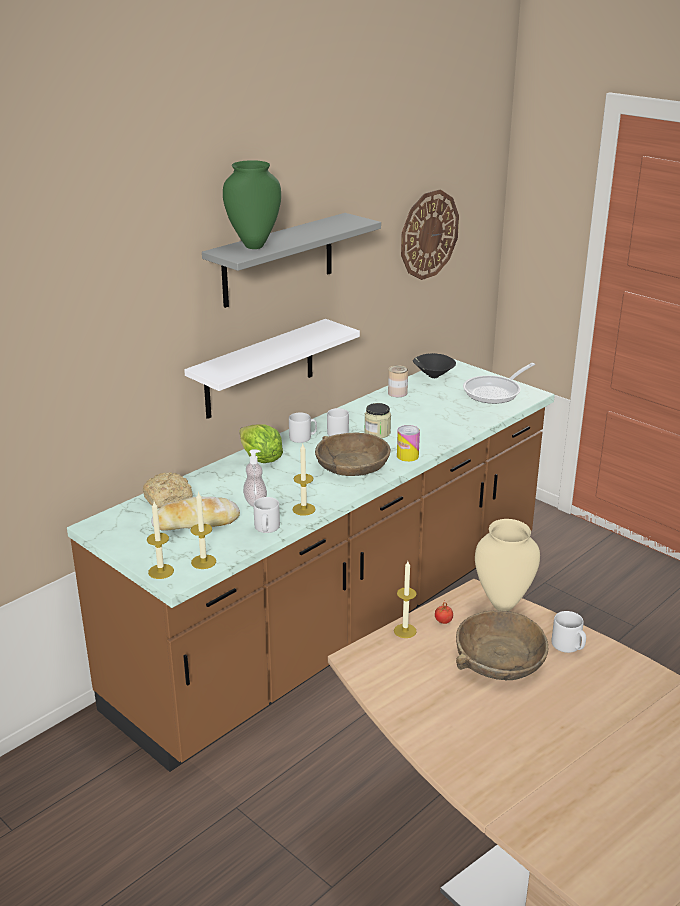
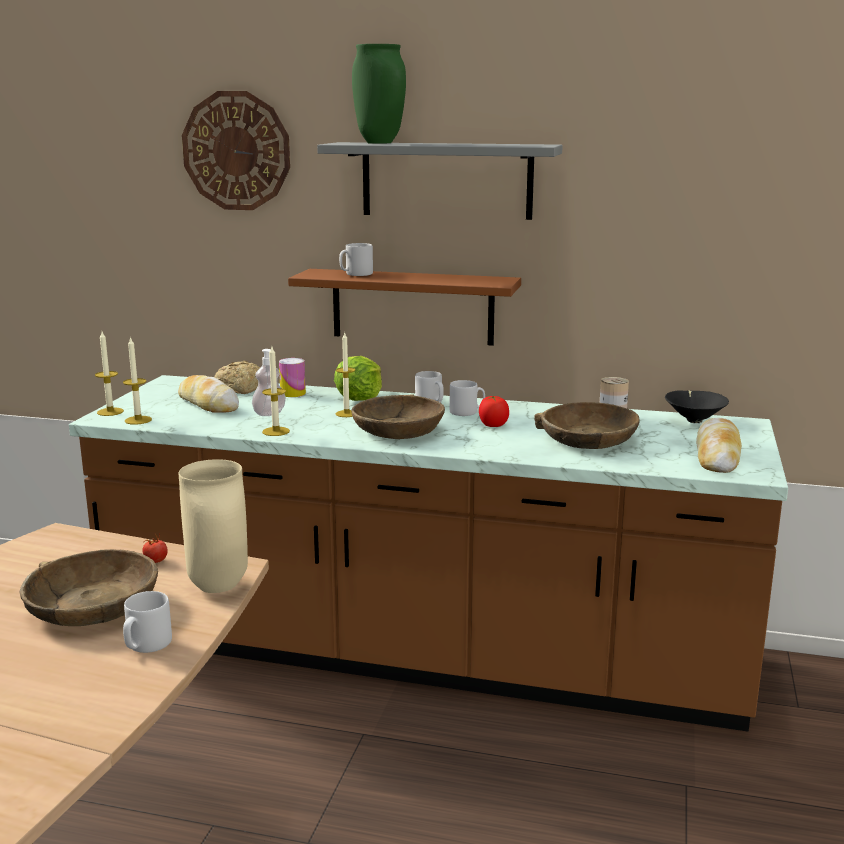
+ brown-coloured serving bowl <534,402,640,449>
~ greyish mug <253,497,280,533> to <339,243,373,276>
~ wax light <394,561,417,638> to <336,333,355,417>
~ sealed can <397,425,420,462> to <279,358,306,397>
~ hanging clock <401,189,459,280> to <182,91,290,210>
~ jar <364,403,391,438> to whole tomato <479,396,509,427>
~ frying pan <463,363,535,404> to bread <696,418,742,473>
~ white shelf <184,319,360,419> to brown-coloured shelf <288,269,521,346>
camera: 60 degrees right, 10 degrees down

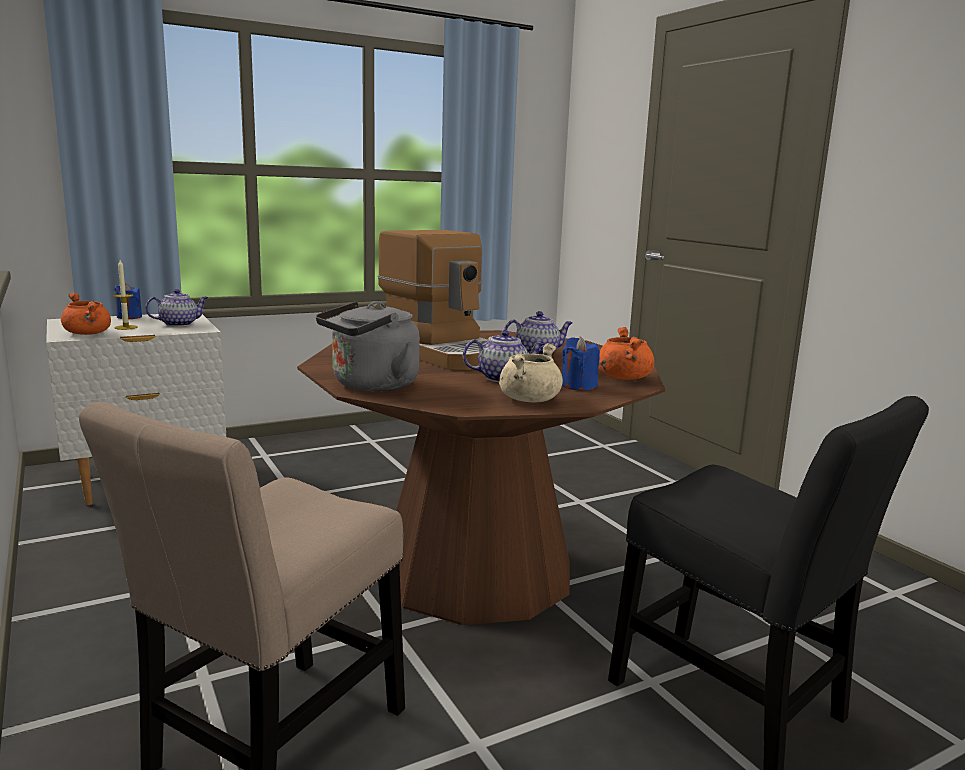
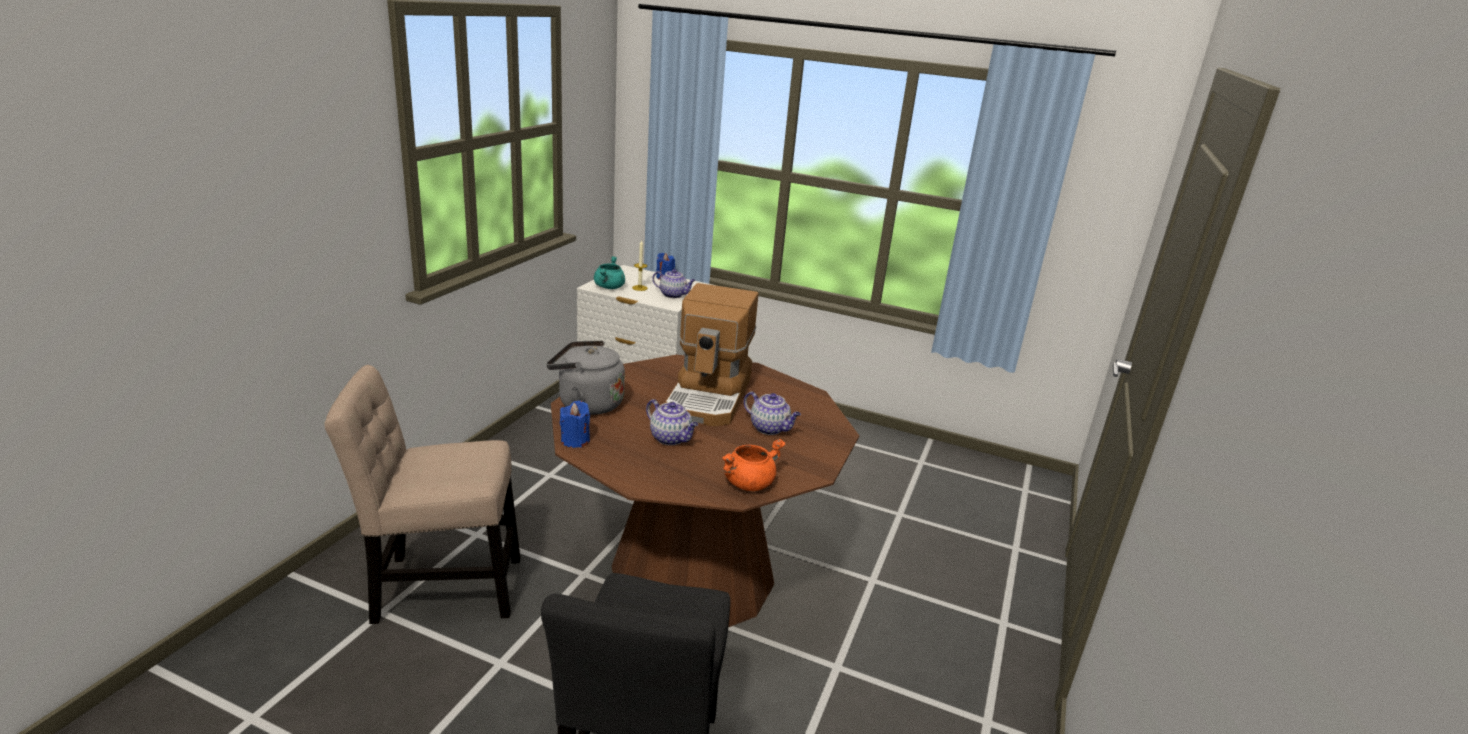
- beige-coloured stockpot <499,343,563,402>
~ blue wax light <562,337,600,391> to <560,401,590,448>
~ orange stockpot <61,293,111,335> to turquoise stockpot <594,256,625,289>
camera: 50 degrees right, 10 degrees up

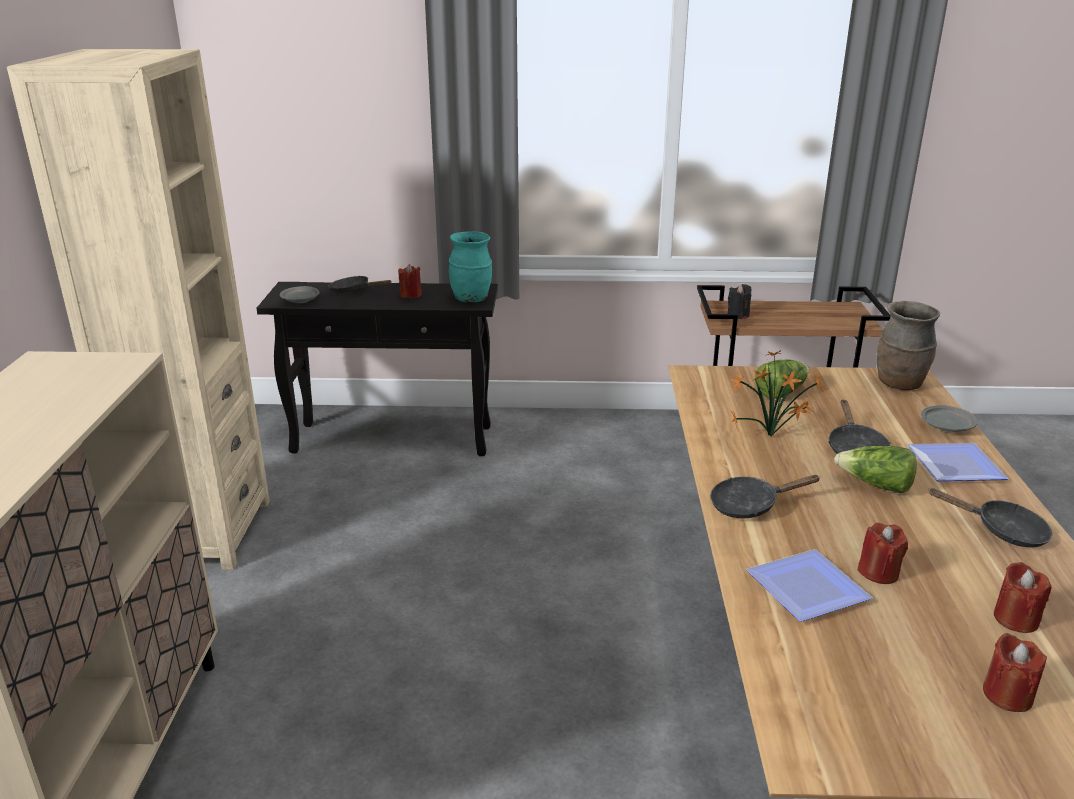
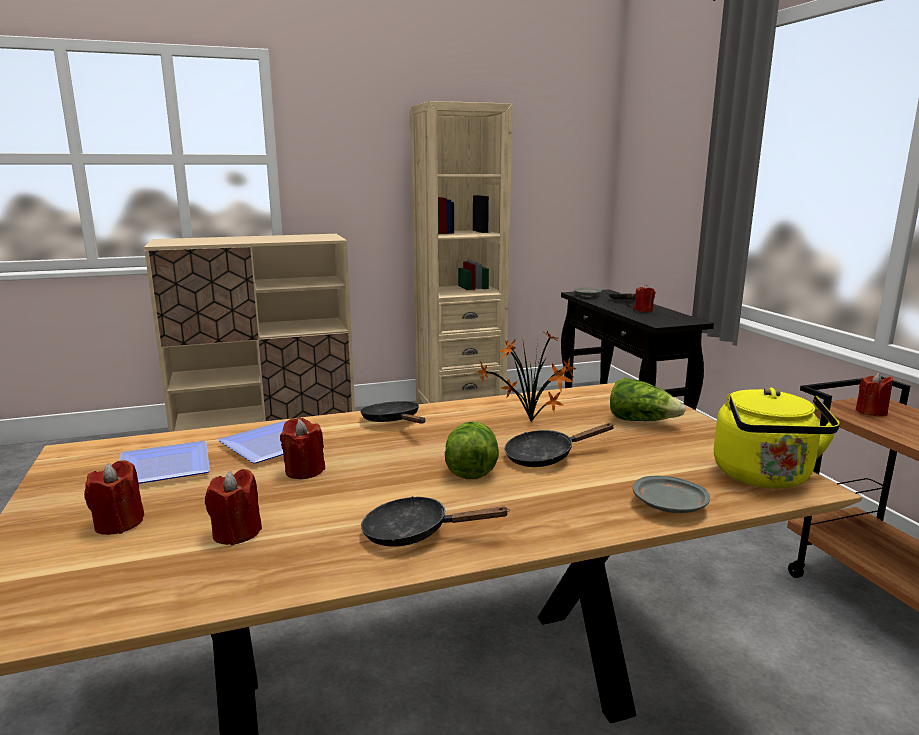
- turquoise decorative vase <449,231,492,303>
~ plate <907,443,1009,481> to <119,441,210,484>
~ brown-coloured decorative vase <876,301,940,390> to yellow tea kettle <714,388,840,489>
~ blackish wax light <728,284,751,319> to red-coloured wax light <856,373,893,416>
~ blackish frying pan <928,488,1052,547> = <361,496,510,547> 90 degrees clockwise
camera: 70 degrees right, 10 degrees down

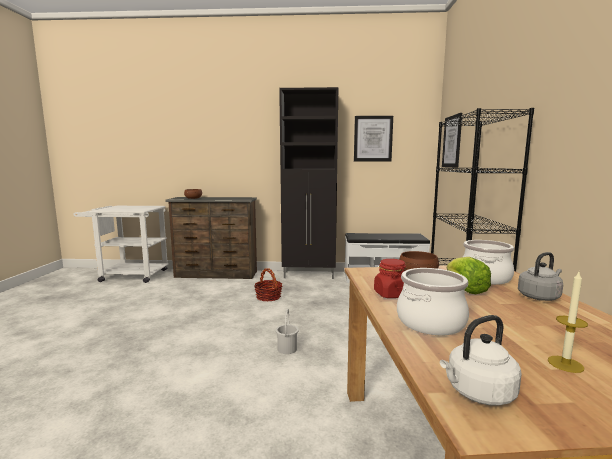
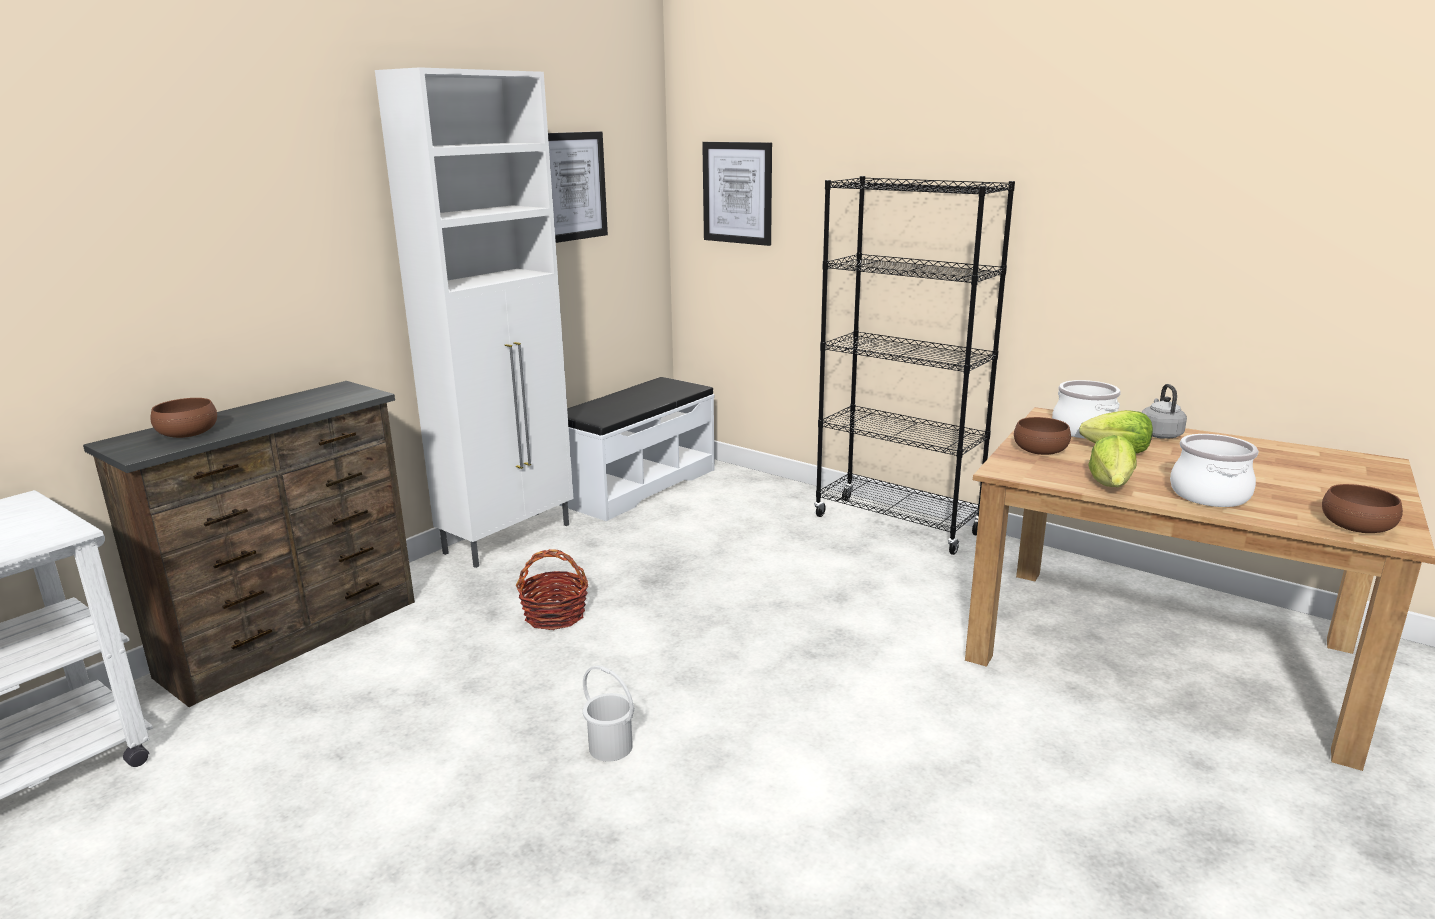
- wax light <548,272,588,373>
~ white pail <276,309,299,354> to <583,665,634,762>
~ red-coloured jar <374,259,406,298> to lettuce head <1088,435,1137,487>
~ white tea kettle <440,315,522,406> to brown-coloured serving bowl <1322,484,1403,533>
~ blackish storage cabinet <279,87,338,279> to white storage cabinet <375,67,574,568>
camera: 55 degrees left, 10 degrees up

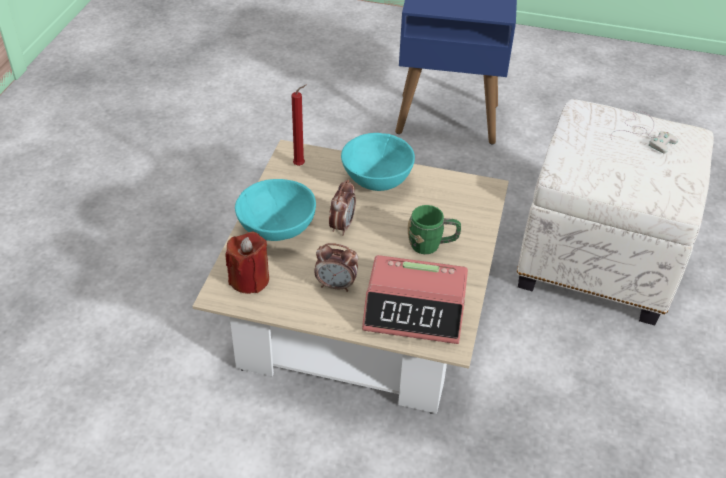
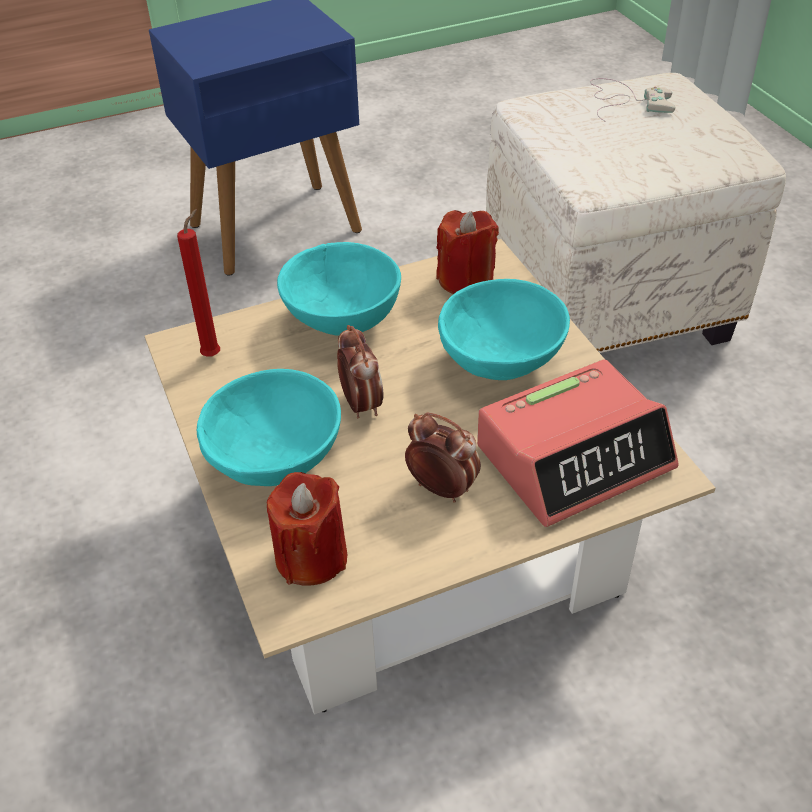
+ red-coloured wax light <436,210,499,294>
~ greenish mug <408,205,461,254> to turquoise serving bowl <438,279,570,380>
~ table clock <314,243,358,292> = <405,412,481,503> 120 degrees counterclockwise
camera: 35 degrees left, 0 degrees up

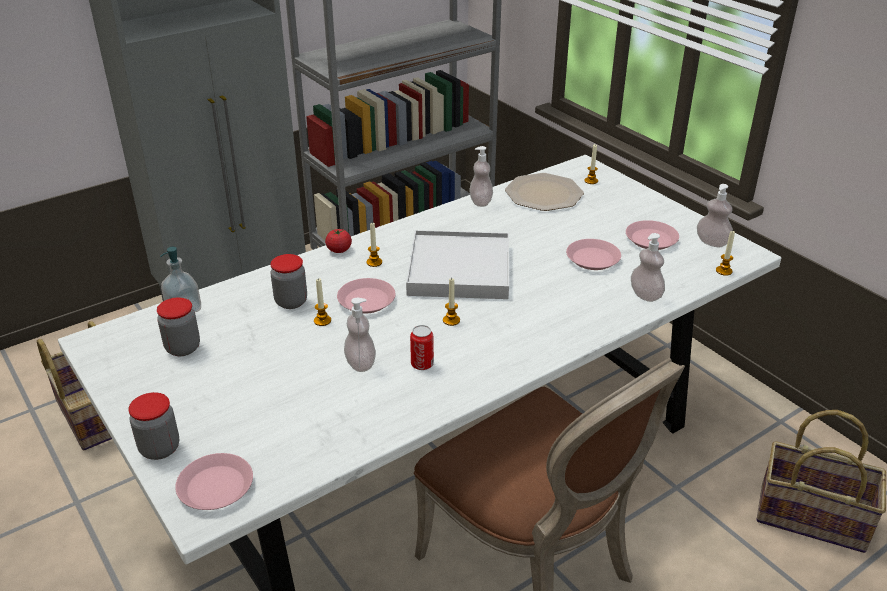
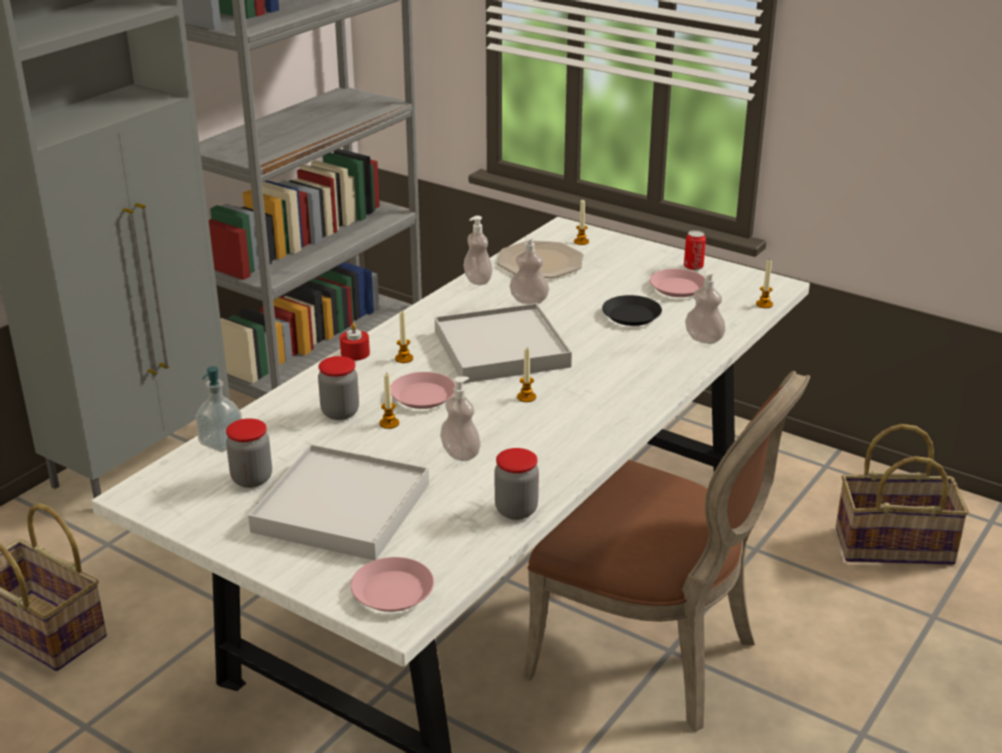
+ white carrying tray <248,444,429,560>
~ jar <128,392,179,460> to <495,448,539,520>
~ sealed can <410,325,434,370> to <684,230,706,270>
~ soap dispenser <697,184,733,247> to <509,234,549,304>
~ whole tomato <325,228,352,253> to red-coloured wax light <340,323,370,361>
~ pinkish plate <566,239,621,270> to blackish plate <602,295,662,326>
camera: 20 degrees left, 5 degrees down

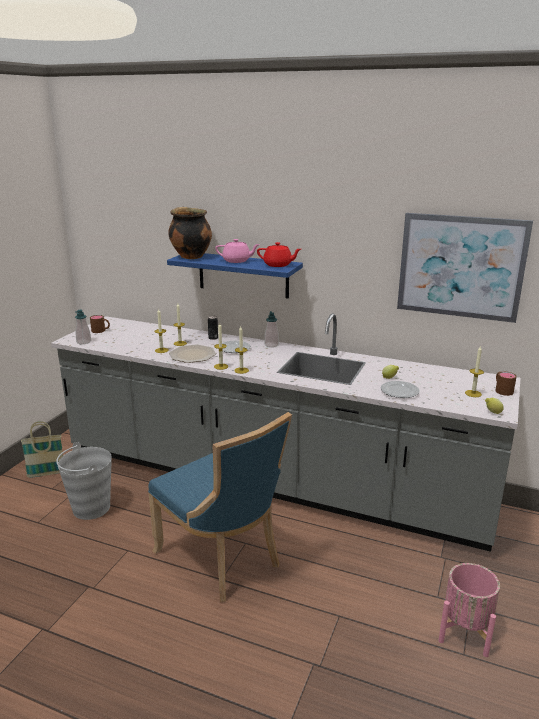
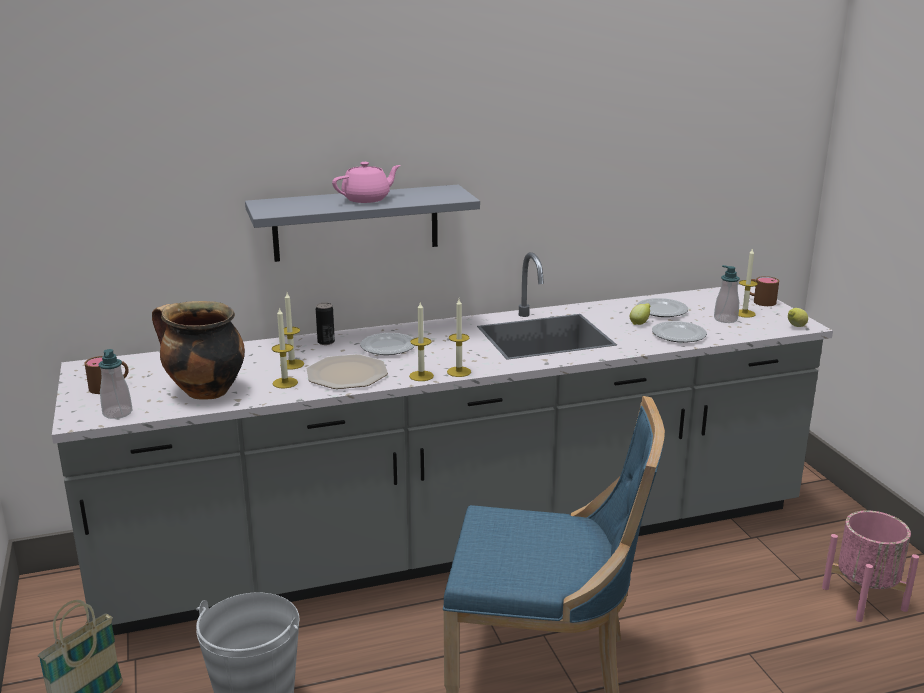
- red-coloured pot for tea <257,242,301,267>
- picture <397,213,533,323>
+ plate <637,298,688,317>
~ stockpot <168,207,212,259> to <152,301,245,400>
~ soap dispenser <265,311,279,348> to <714,265,740,323>
~ blue shelf <167,253,303,299> to greyish shelf <245,185,480,262>
camera: 40 degrees left, 0 degrees up

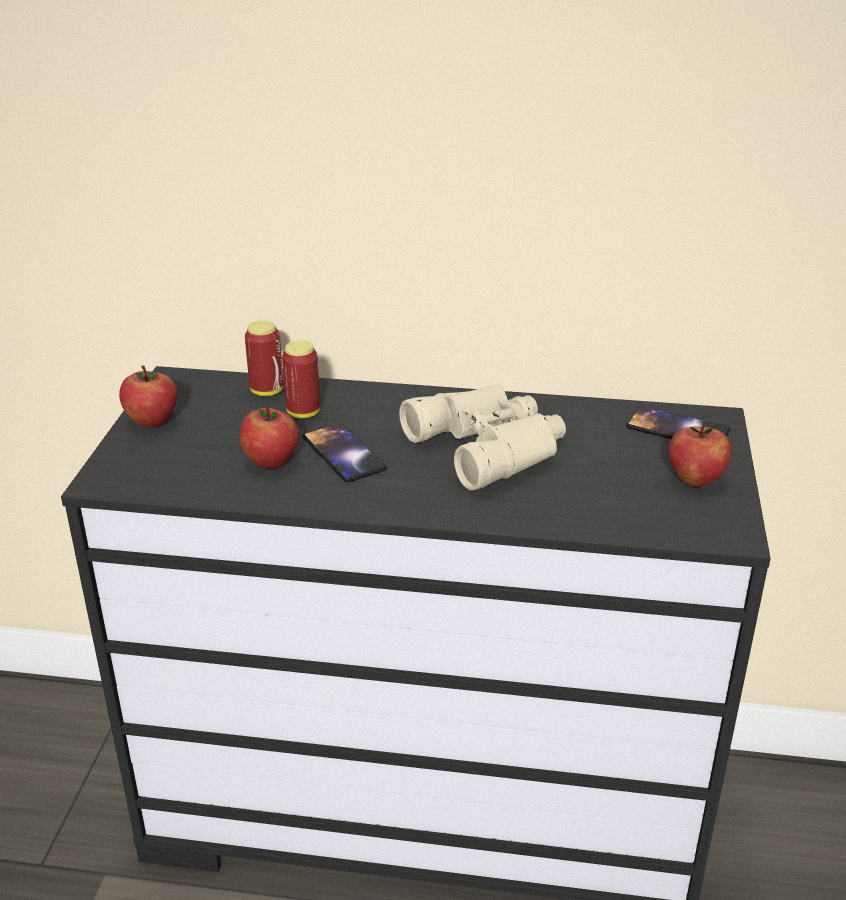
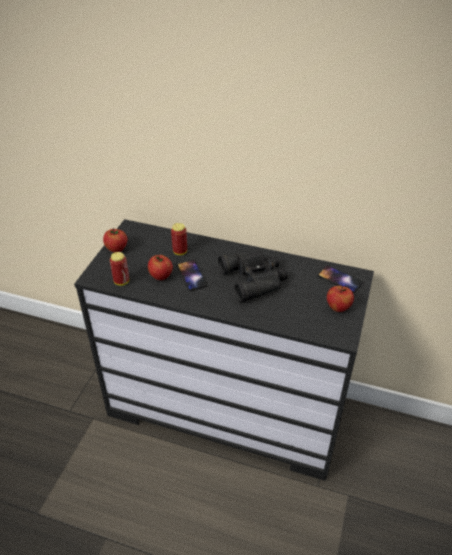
~ sealed can <245,320,283,396> to <110,252,129,286>
~ beige-coloured pair of binoculars <399,384,566,491> to blackish pair of binoculars <218,251,288,302>
camera: 10 degrees right, 10 degrees up

